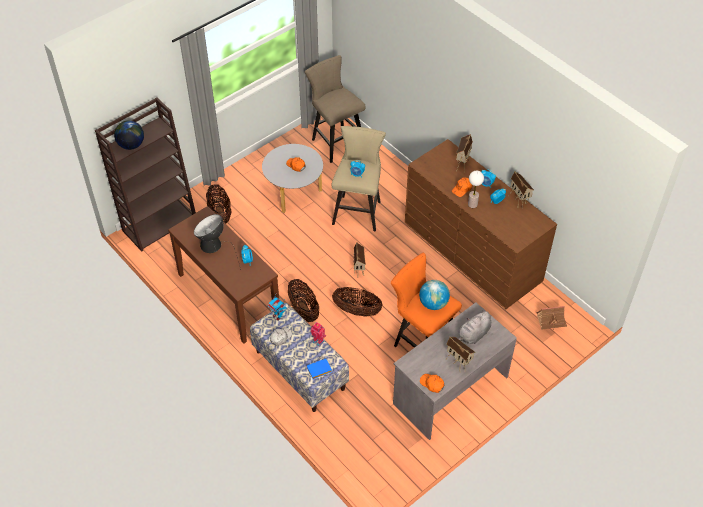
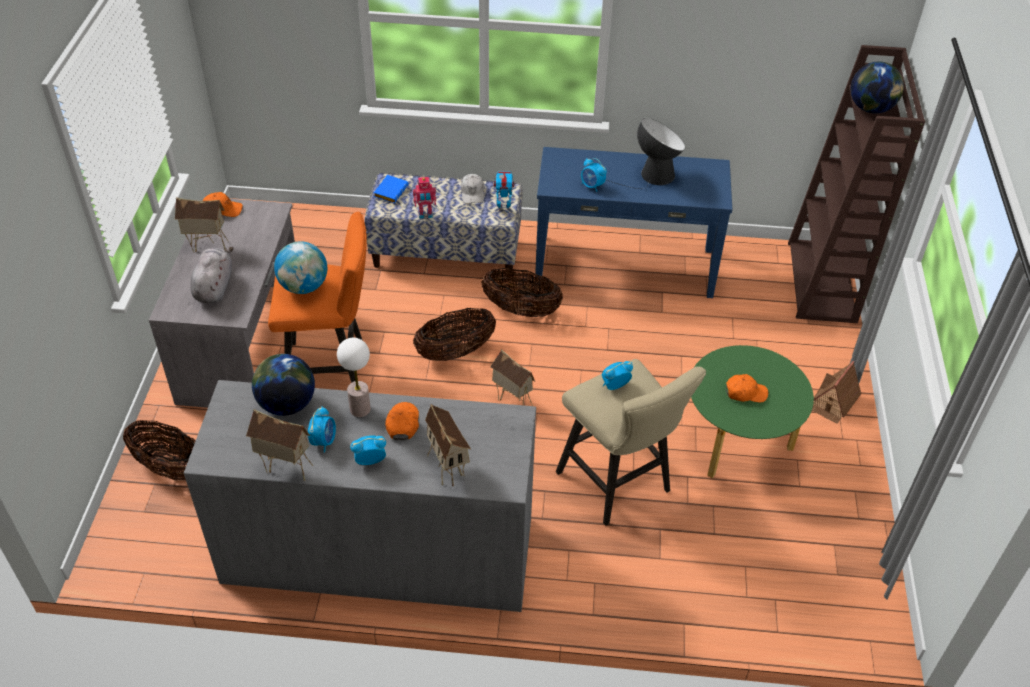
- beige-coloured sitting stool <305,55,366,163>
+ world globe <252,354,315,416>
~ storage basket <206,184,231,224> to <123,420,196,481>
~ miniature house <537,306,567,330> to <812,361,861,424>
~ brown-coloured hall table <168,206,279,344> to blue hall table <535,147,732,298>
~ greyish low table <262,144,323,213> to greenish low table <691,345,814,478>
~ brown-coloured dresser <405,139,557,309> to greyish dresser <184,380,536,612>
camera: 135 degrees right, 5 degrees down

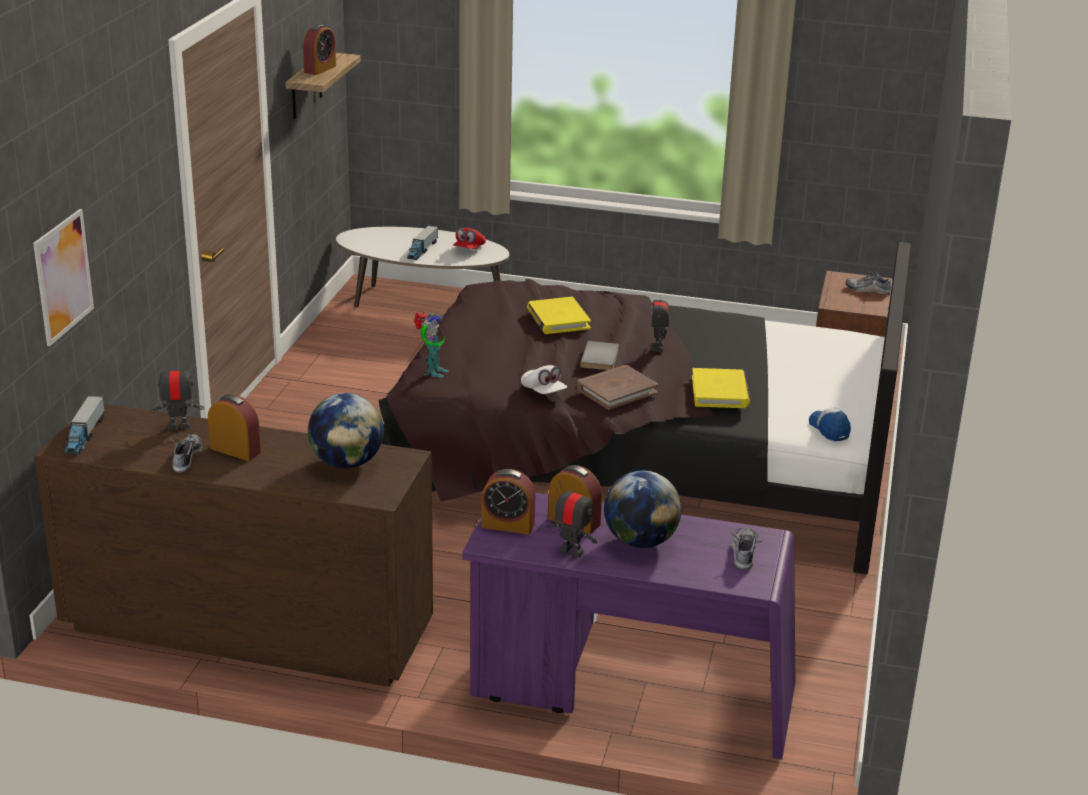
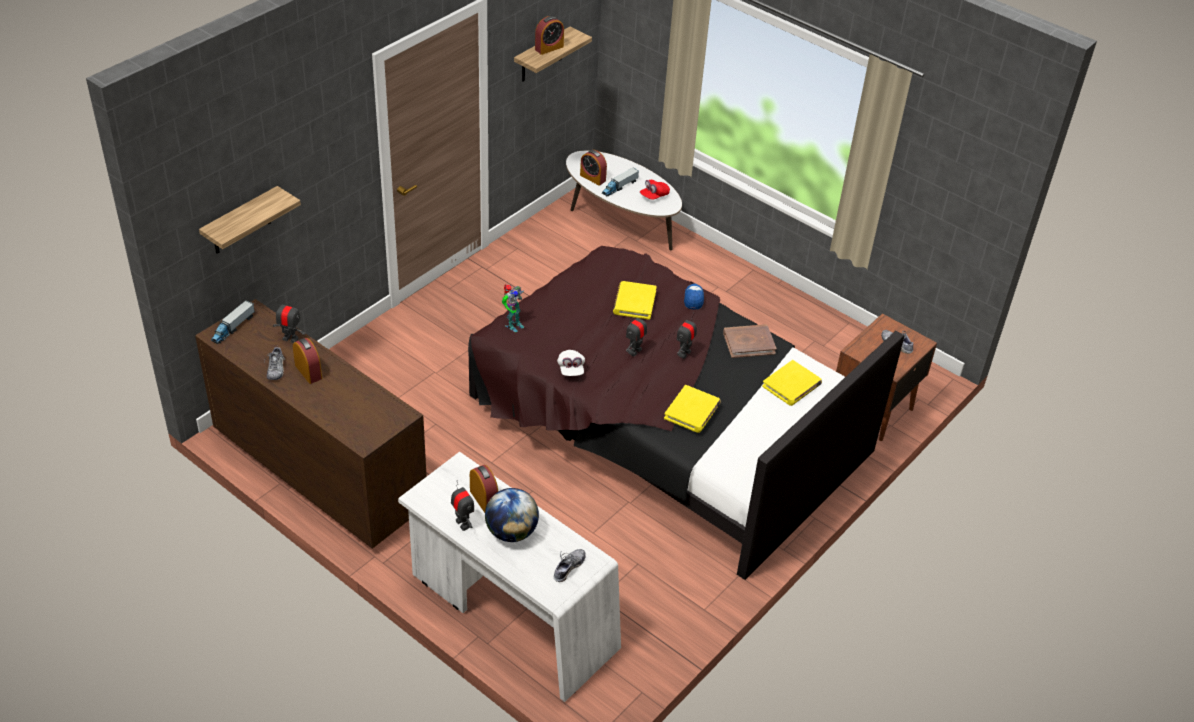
- world globe <308,393,384,468>
+ yellow bound book <762,360,822,406>
~ table clock <481,469,535,535> to <580,150,607,186>
~ brown-coloured bound book <576,365,658,410> to <723,324,777,358>
~ baseball cap <809,408,851,441> to <684,284,704,310>
~ picture <33,209,94,346> to shelf <199,186,301,254>
~ greyish bound book <580,341,619,370> to robot figure <626,311,647,356>
~ purple-coloured desk table <462,493,796,759> to white desk table <398,452,621,702>
~ shoe <170,433,202,473> = <264,347,285,380> 150 degrees clockwise
camera: 25 degrees right, 15 degrees up

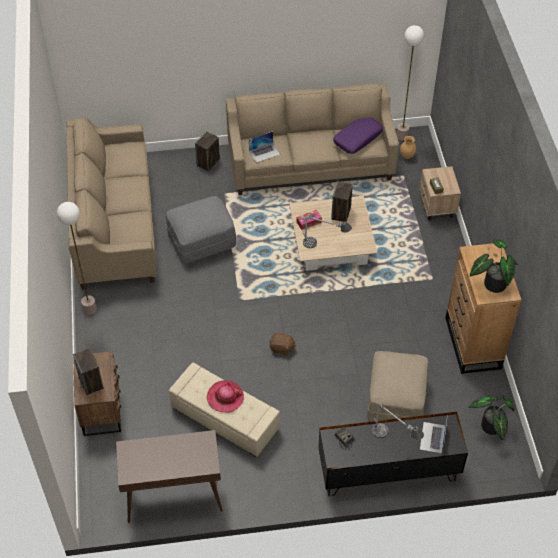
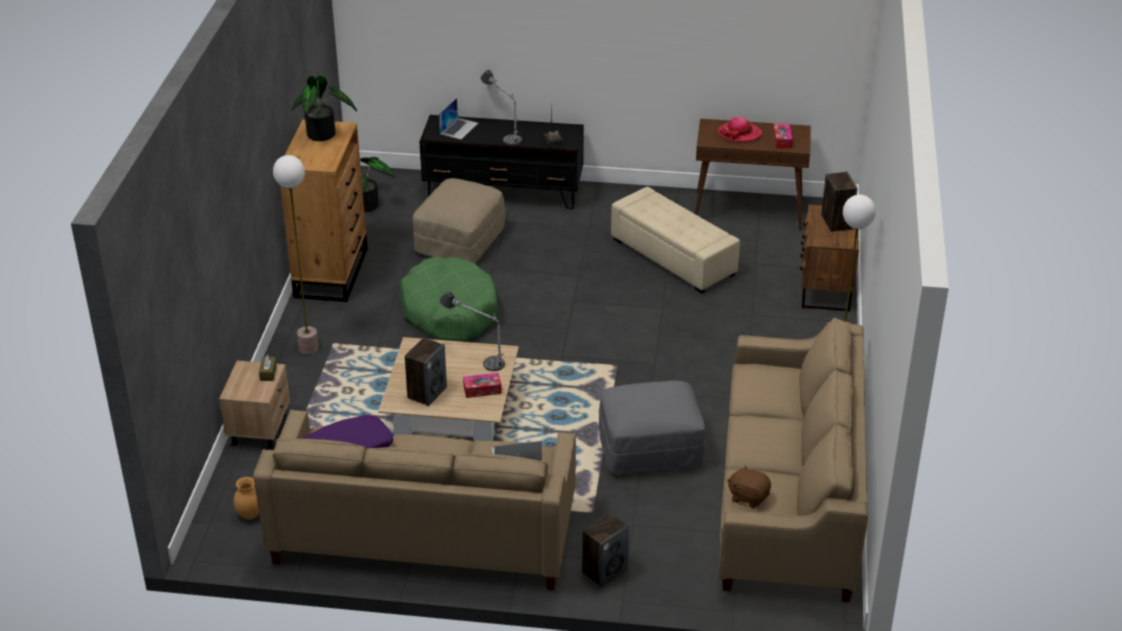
+ greenish dog cushion <400,256,498,341>
+ box of tissues <773,124,793,149>
~ wearable hat <207,380,244,412> to <718,116,762,142>
~ brown-coloured cuddly toy <270,332,296,355> to <727,465,771,508>
~ floor lamp <396,25,424,140> to <273,155,318,355>
camera: 165 degrees left, 15 degrees down

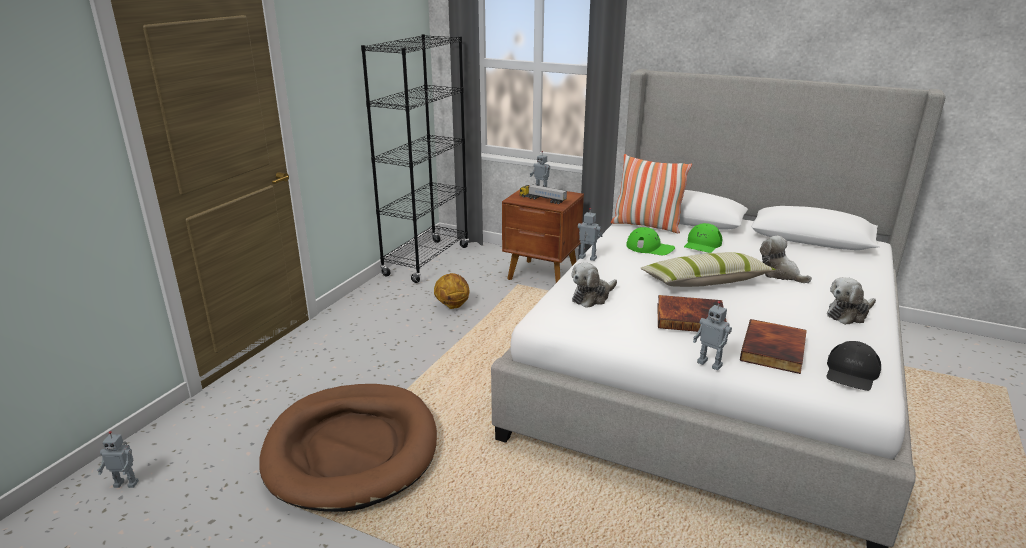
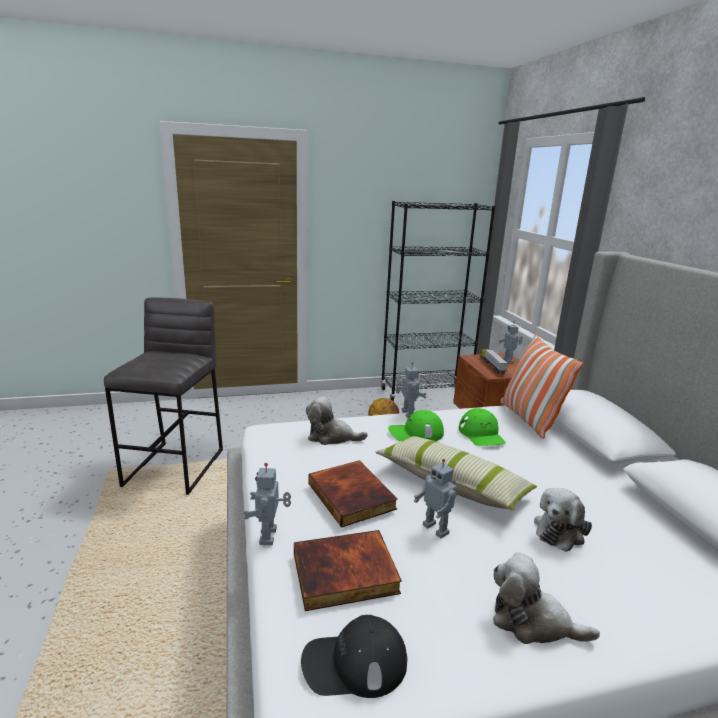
~ robot figure <97,431,139,488> to <414,459,457,538>
~ greenish baseball cap <684,223,722,253> to <388,410,444,441>
~ brown-coloured dog cushion <259,384,437,512> to greyish sitting stool <104,297,223,495>
~ cuddly toy <760,236,812,283> = <534,488,592,552> 150 degrees counterclockwise
camera: 50 degrees right, 5 degrees down

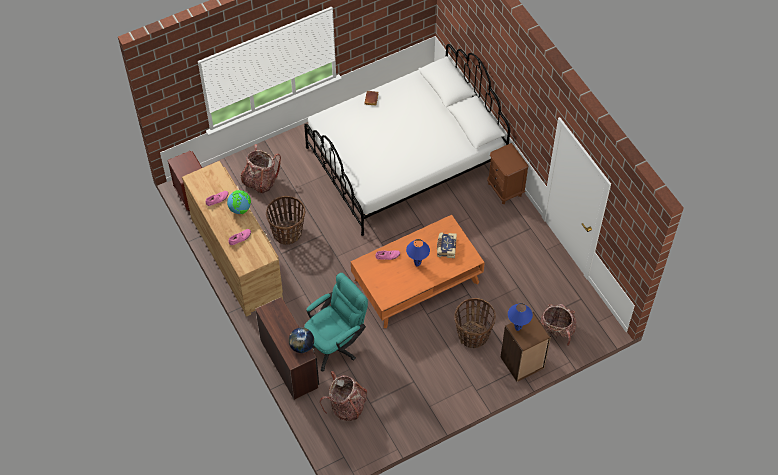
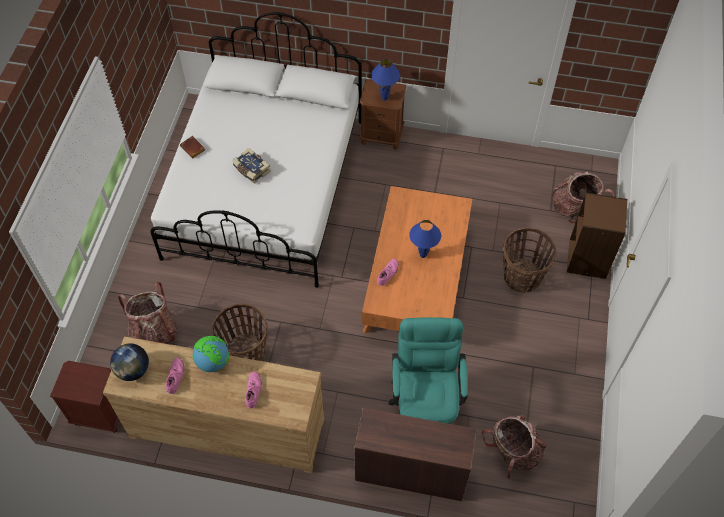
~ world globe <289,327,314,353> to <110,343,149,381>
~ bound book <437,232,457,258> to <232,148,271,183>
~ blue lamp for a table <508,303,533,331> to <371,59,400,100>
camera: 50 degrees left, 0 degrees up

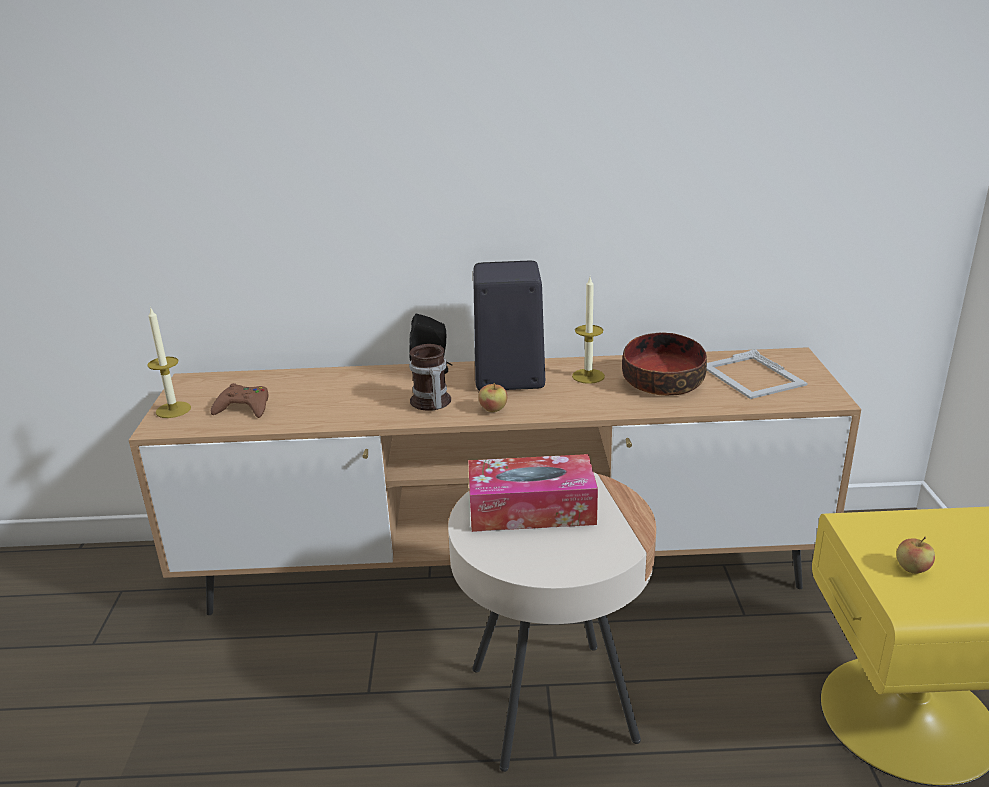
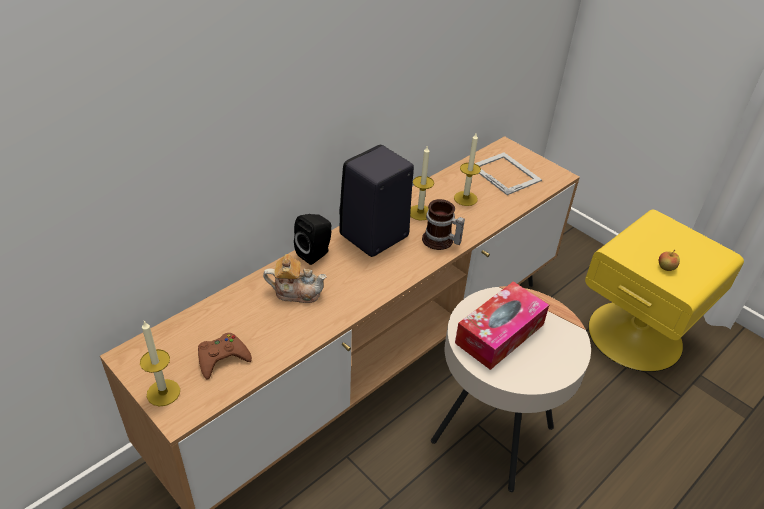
- apple fruit <478,383,507,412>
+ pot for tea <263,254,327,303>
~ mug <409,344,451,411> to <422,199,465,250>
~ serving bowl <622,333,707,396> to wax light <454,133,481,206>
~ photo frame <707,349,808,399> = <475,153,542,195> 150 degrees counterclockwise
camera: 45 degrees left, 15 degrees up

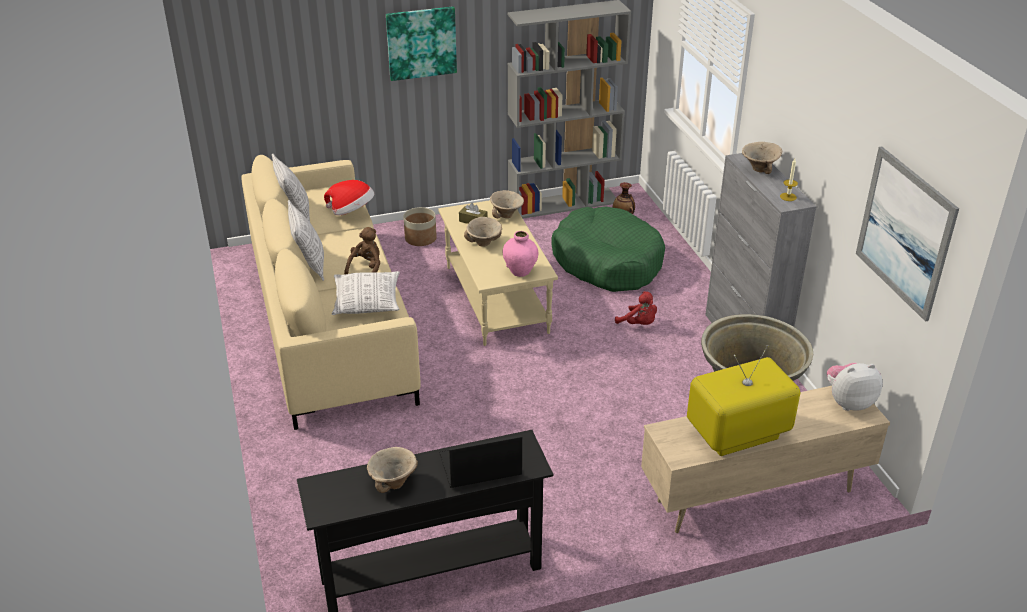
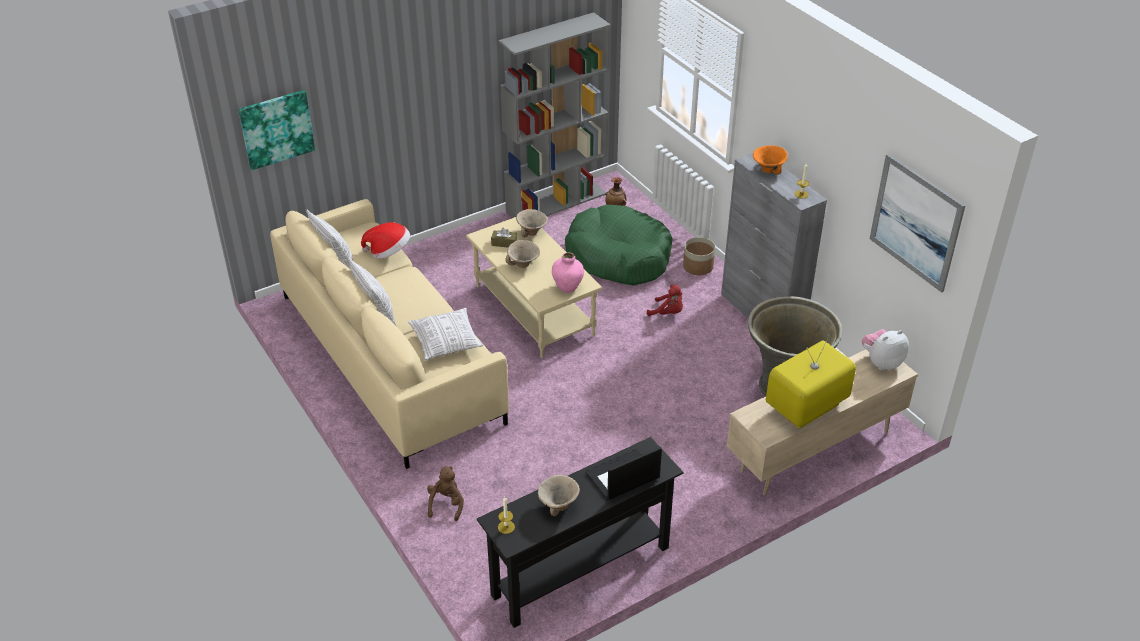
+ wax light <498,497,515,534>
~ brown-coloured cuddly toy <344,227,380,275> to <427,466,464,521>
~ picture <386,6,457,81> to <238,90,315,170>
~ flower pot <403,207,437,246> to <683,237,715,275>
~ beige-coloured serving bowl <742,142,782,174> to orange serving bowl <753,145,787,174>
camera: 15 degrees left, 5 degrees up

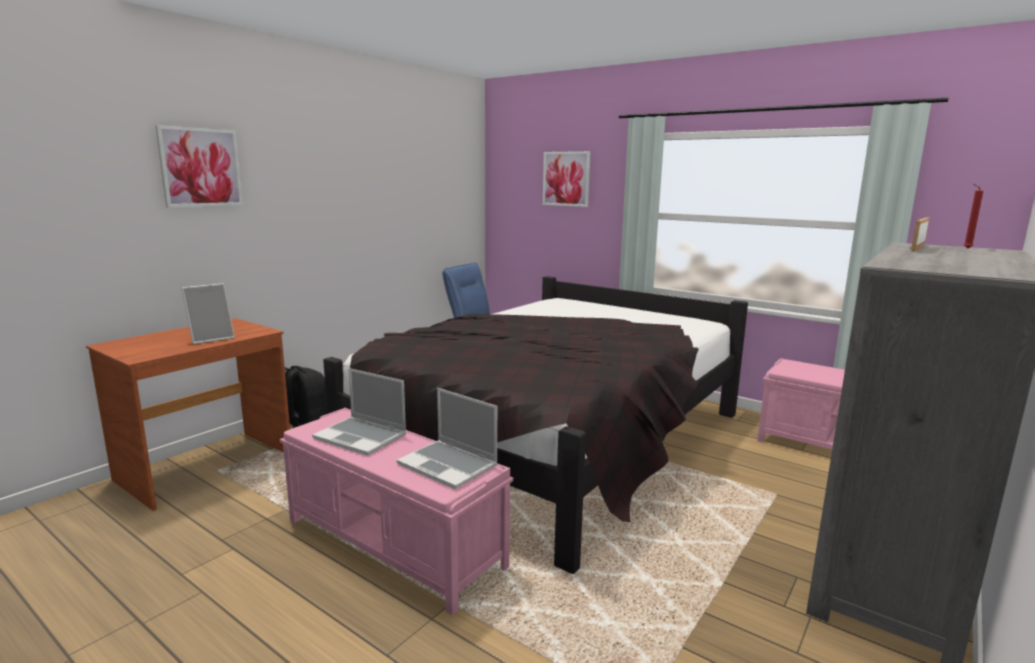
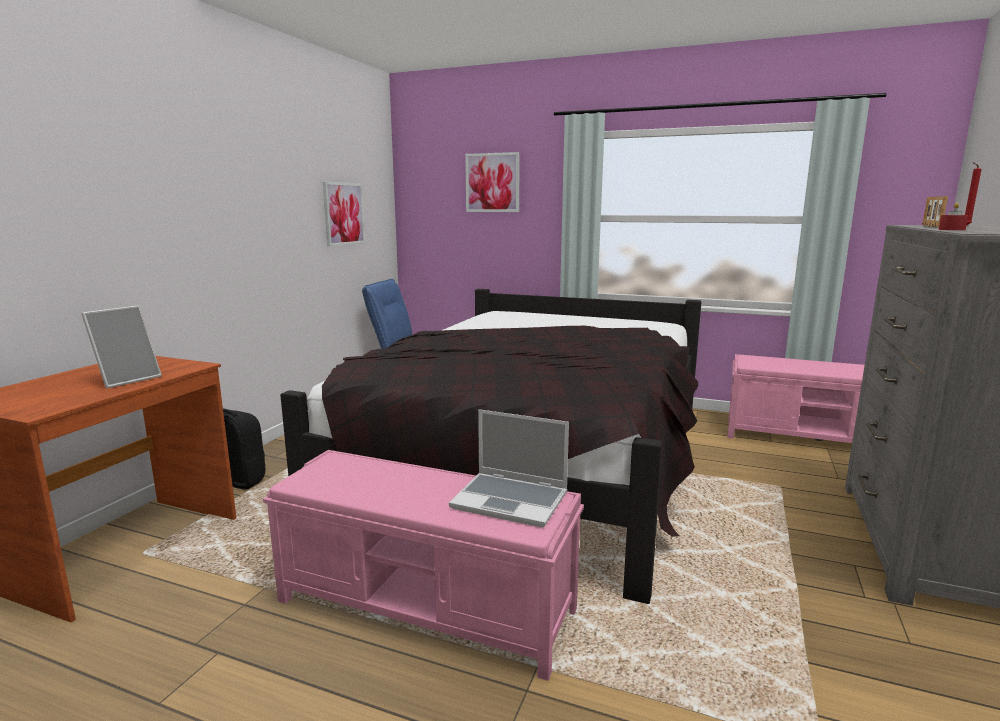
- notebook computer <312,368,406,456>
+ red-coloured wax light <939,203,968,230>
~ picture <155,125,243,208> to <323,182,366,246>
camera: 15 degrees left, 0 degrees up

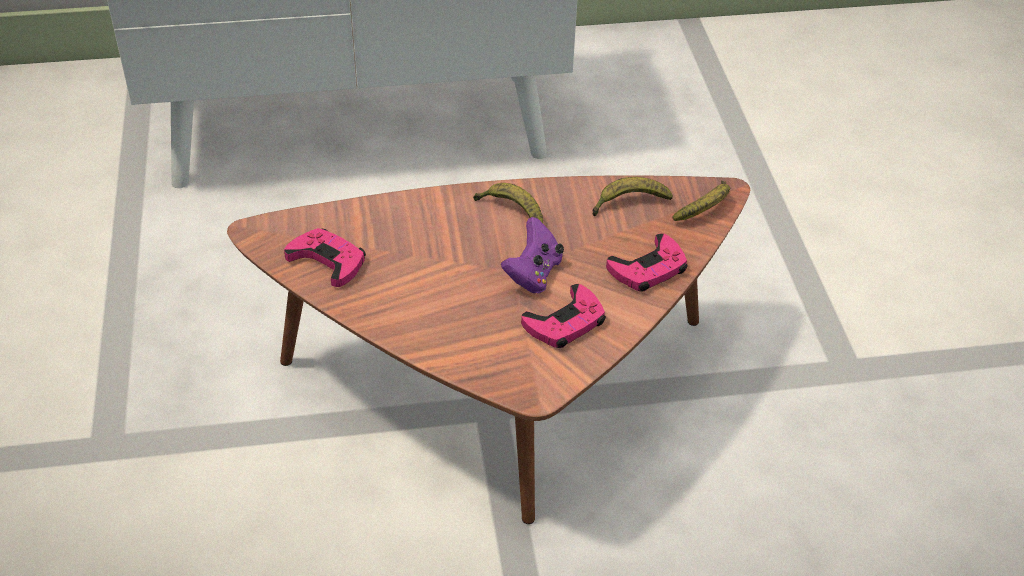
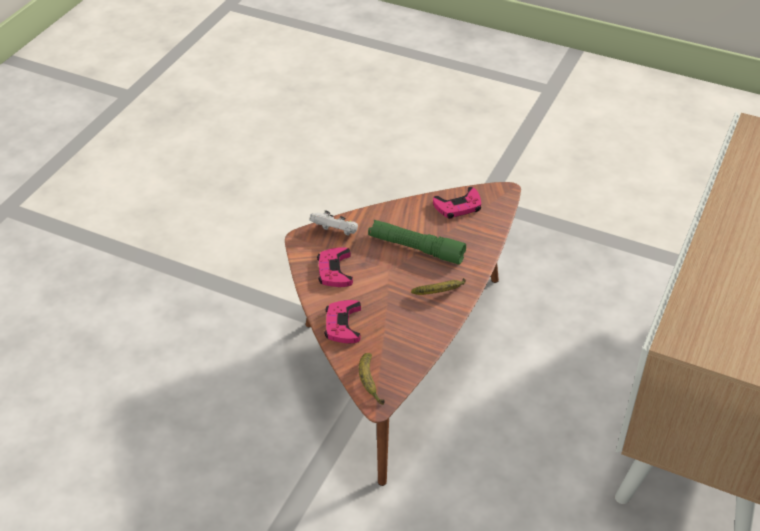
- purple-coloured joypad <501,217,564,293>
- banana <593,177,673,216>
+ white joypad <310,211,358,236>
+ greenish flashlight <368,220,466,264>
camera: 125 degrees right, 0 degrees up

